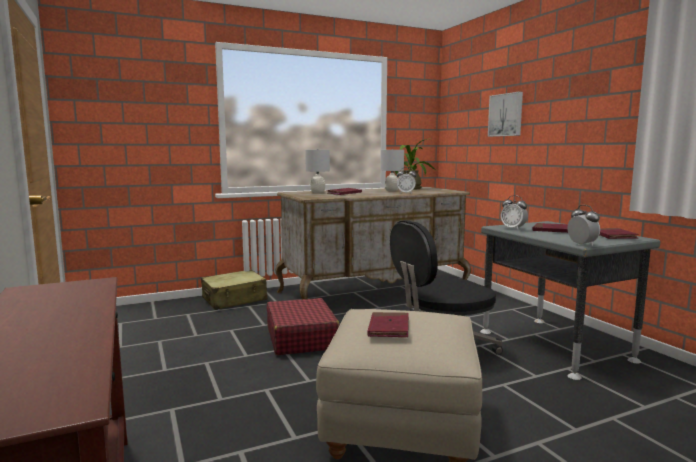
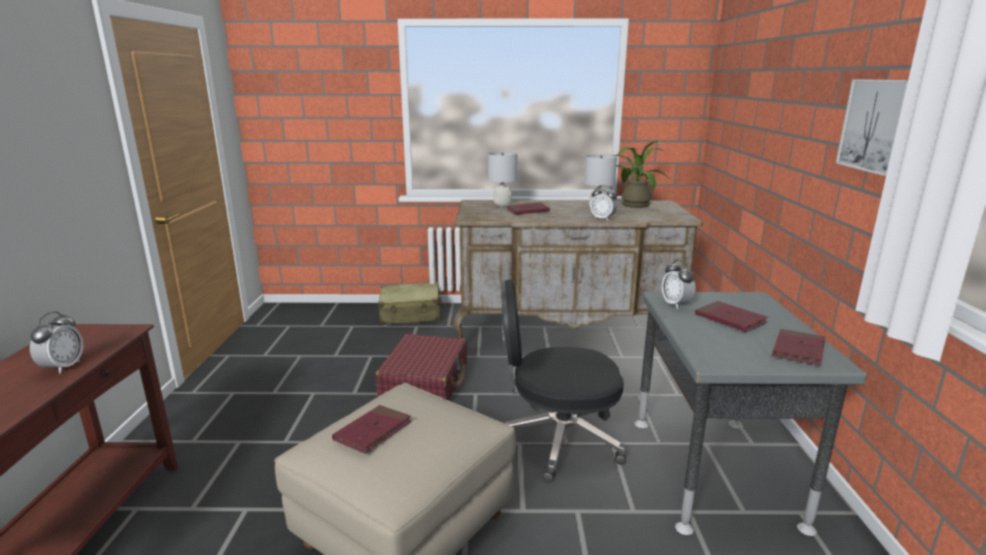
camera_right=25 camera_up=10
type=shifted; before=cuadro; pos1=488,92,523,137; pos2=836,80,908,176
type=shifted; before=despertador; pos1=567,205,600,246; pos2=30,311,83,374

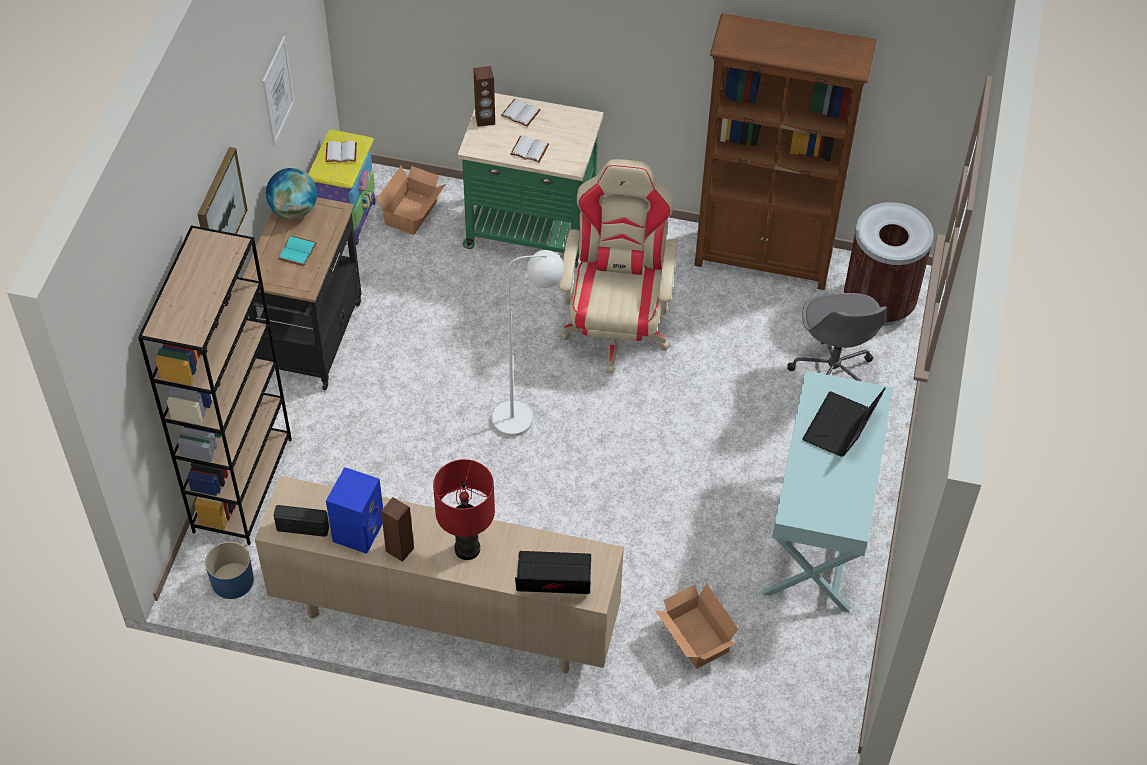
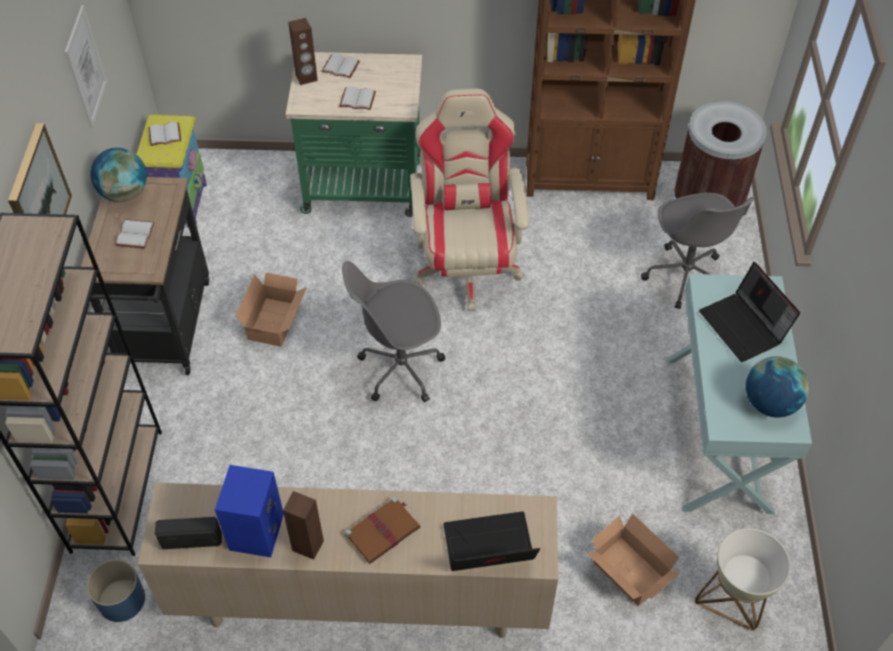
camera_right=-10 camera_up=0
type=repainted; before=libro/turquesa; after=libro/blanco; pos1=278,236,317,266; pos2=115,219,155,249
type=shifted; before=caja de cartón; pos1=377,166,446,235; pos2=236,273,307,347
type=swapped; before=lámpara de mesa/rojo; after=libro/marrón; pos1=433,459,495,560; pos2=345,497,420,564
type=swapped; before=lámpara de pie/blanco; after=silla de oficina/gris; pos1=492,250,564,437; pos2=342,261,446,402
type=rotated; before=portátil; pos1=802,388,886,457; pos2=699,262,800,362; turn=-45
type=new; after=maceta; pos2=695,528,791,631
type=new; after=globo terráqueo; pos2=746,356,809,417

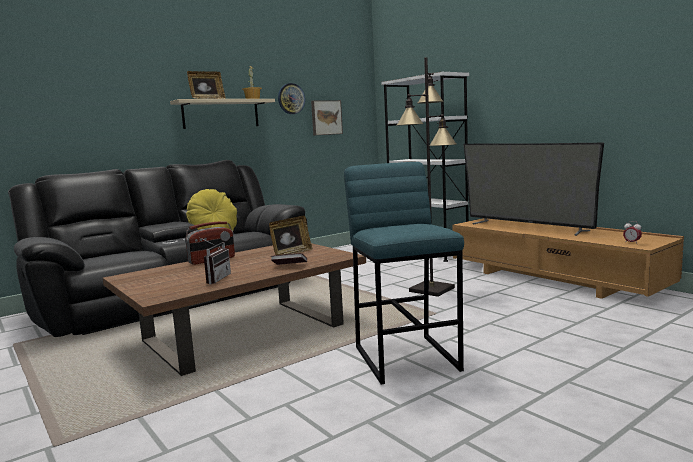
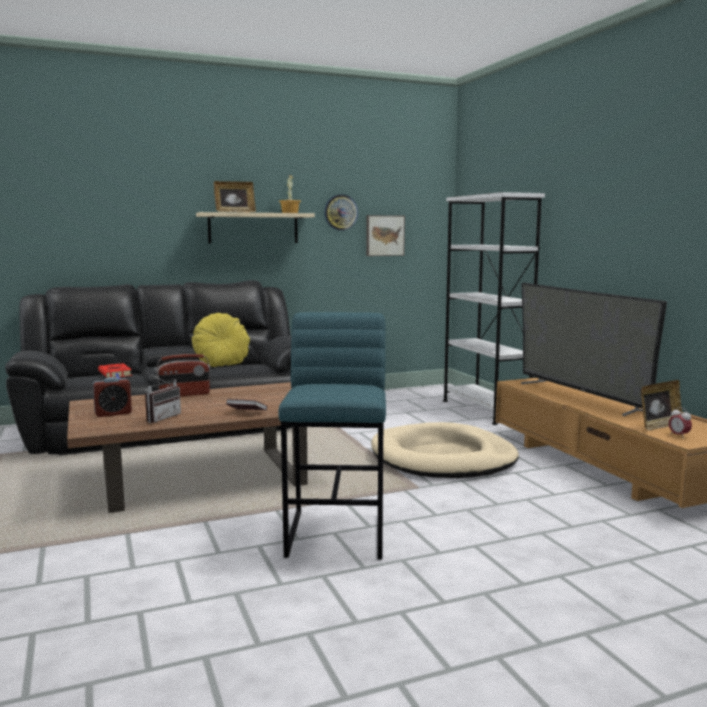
camera_right=15 camera_up=0
type=shifted; before=portarretratos; pos1=269,216,313,255; pos2=641,380,682,431
type=swapped; before=lámpara de pie/negro; after=cama para perro/beis; pos1=397,57,456,297; pos2=371,422,519,478
type=new; after=despertador; pos2=93,377,132,417
type=new; after=libro/rojo; pos2=98,363,132,379

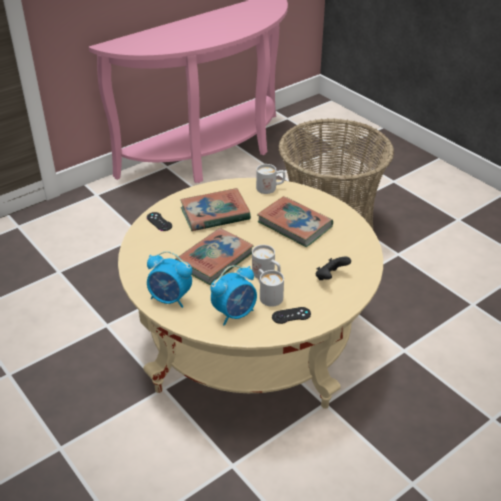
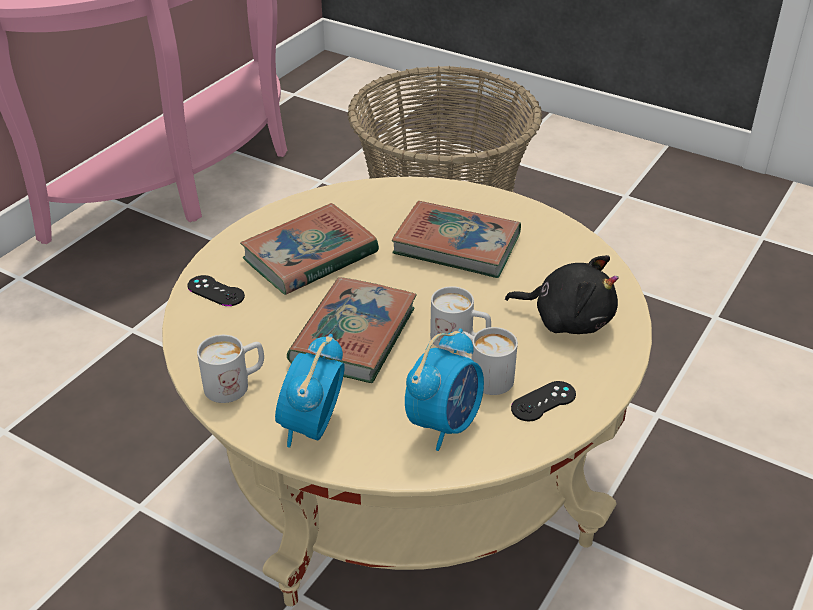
camera_right=-20 camera_up=0
type=rotated; before=despertador; pos1=147,251,192,308; pos2=275,334,345,447; turn=105
type=shifted; before=taza grande/blanco; pos1=256,164,285,194; pos2=197,335,264,403
type=swapped; before=mando de consola/negro; after=peluche/negro; pos1=316,257,351,280; pos2=505,255,619,334

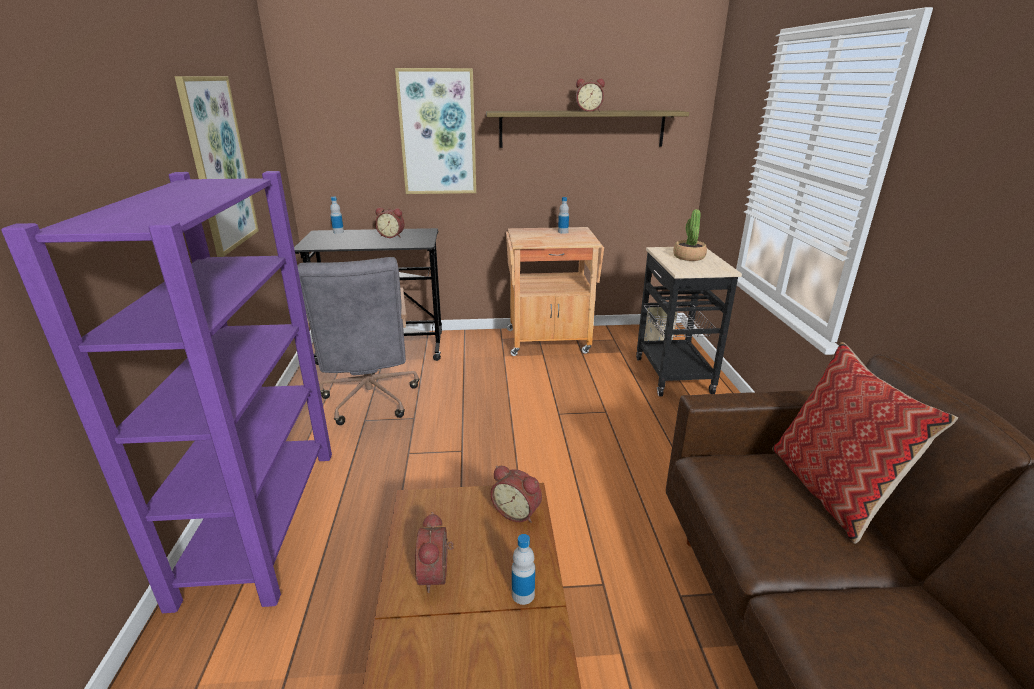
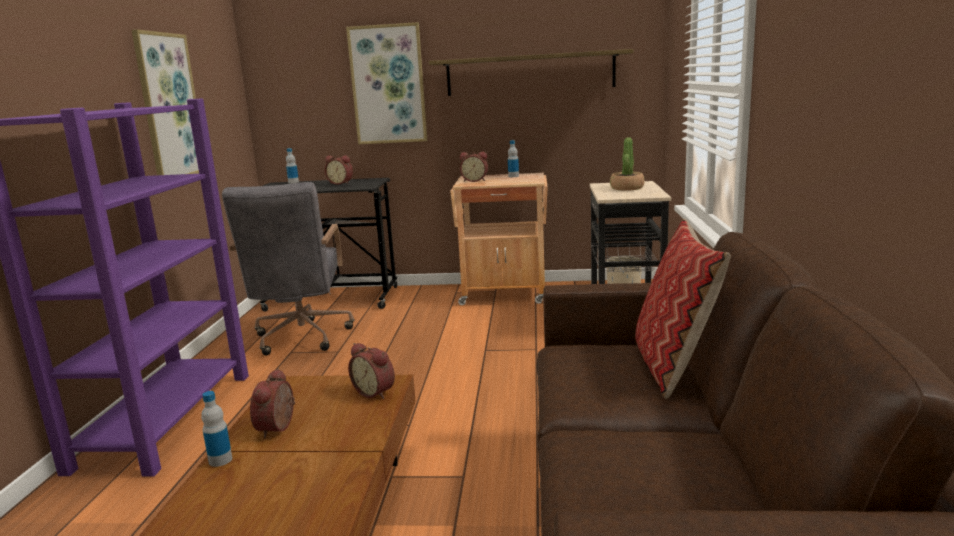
camera_right=10 camera_up=-10
type=shifted; before=botella; pos1=512,534,535,605; pos2=201,391,232,467
type=shifted; before=despertador; pos1=576,79,605,112; pos2=460,152,488,182

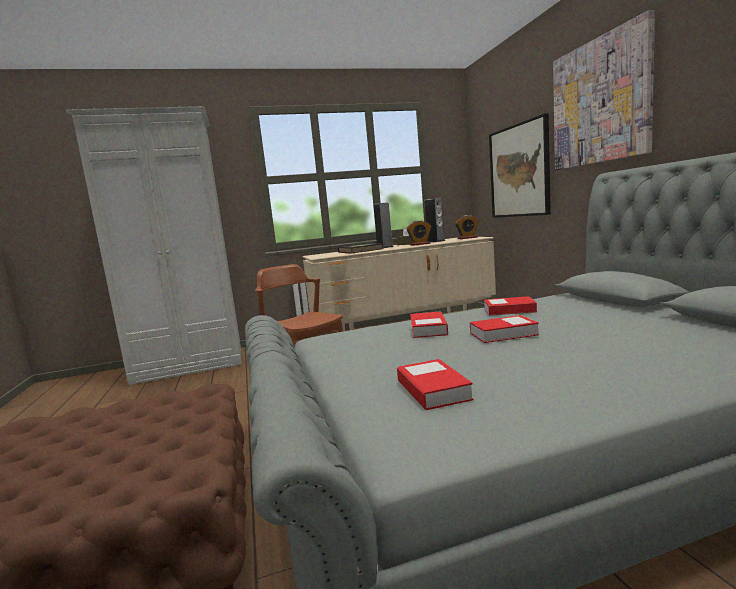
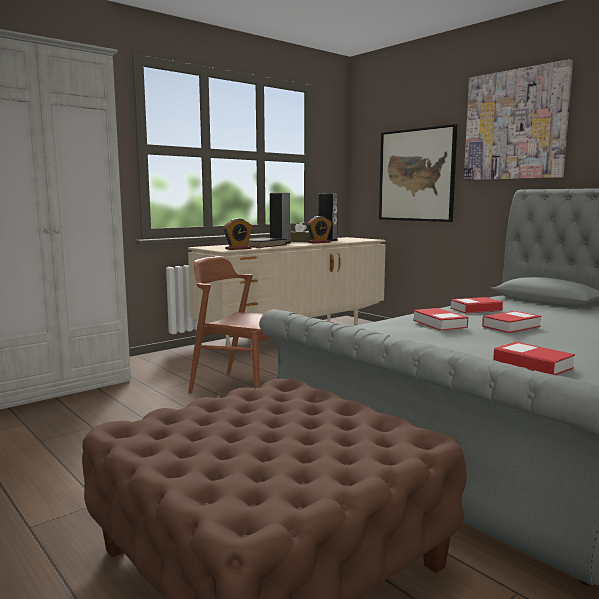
camera_right=-25 camera_up=0
type=shifted; before=despertador; pos1=455,215,479,239; pos2=223,218,253,250

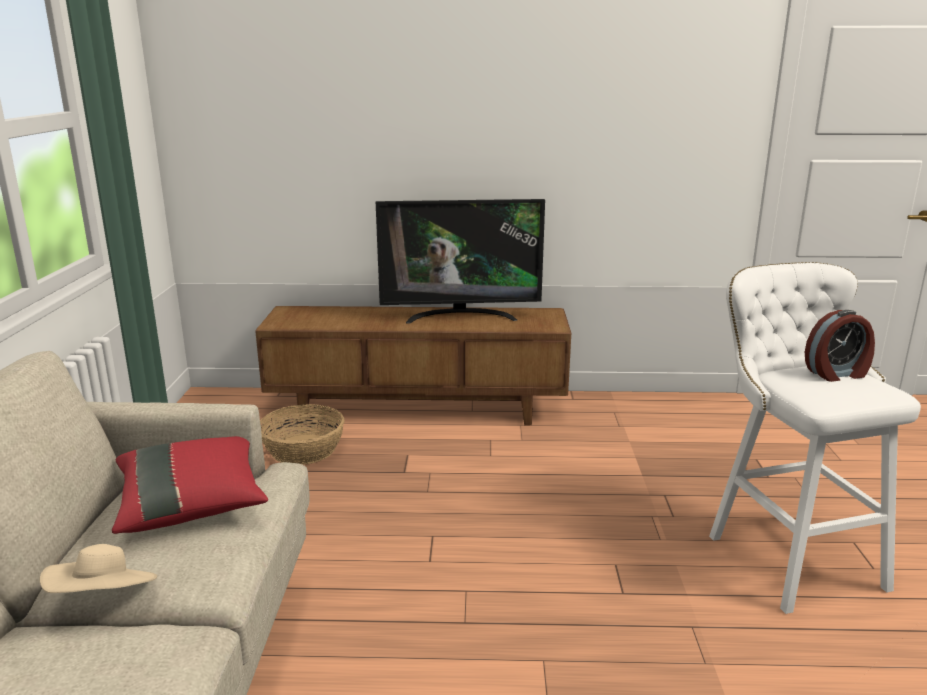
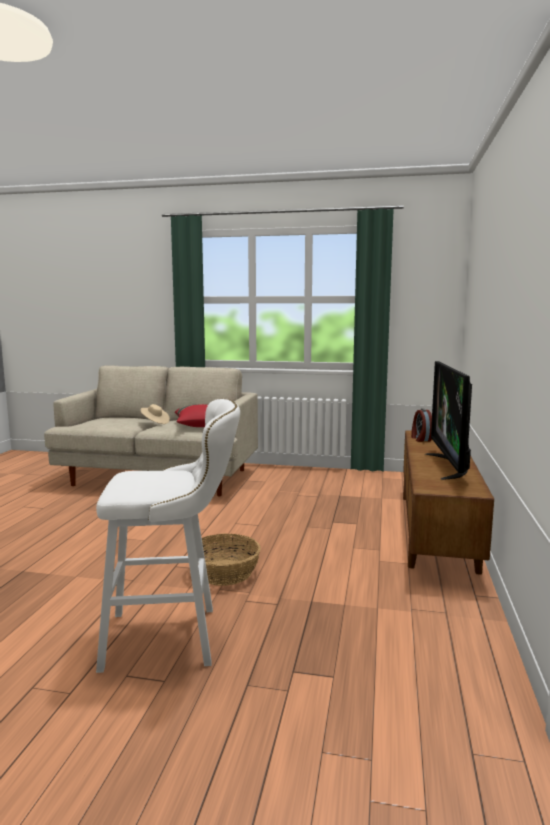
camera_right=100 camera_up=-10
type=shifted; before=cesta; pos1=260,404,344,465; pos2=202,533,261,586
type=shifted; before=despertador; pos1=805,310,875,382; pos2=411,409,432,442

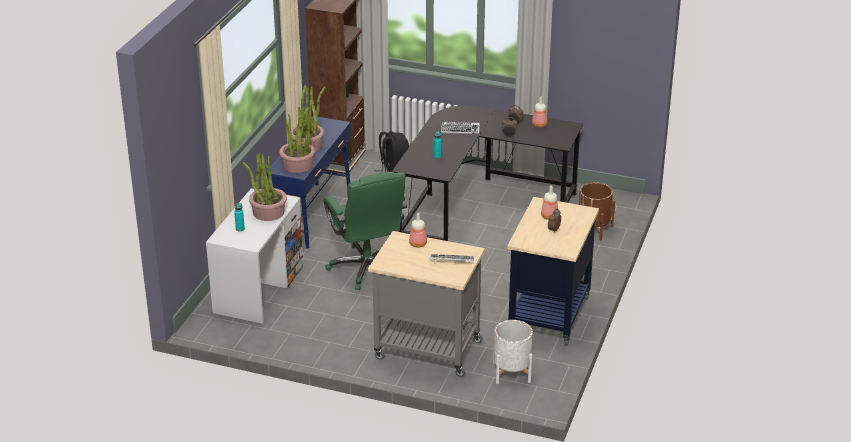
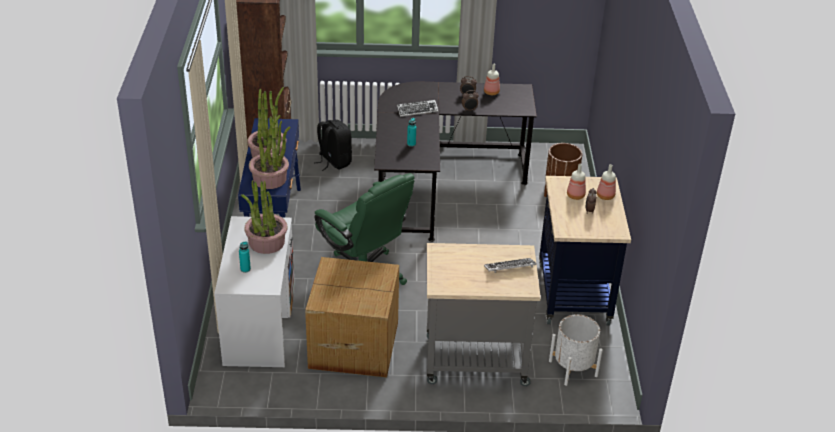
camera_right=-20 camera_up=5
type=shifted; before=botella; pos1=409,213,427,248; pos2=597,164,616,200
type=new; after=caja de cartón; pos2=305,257,399,377

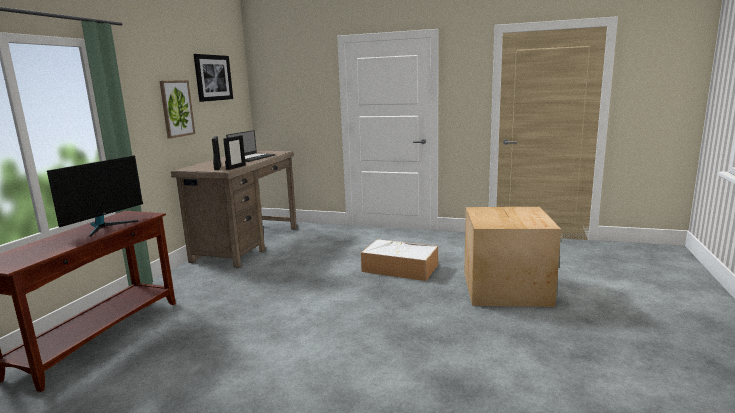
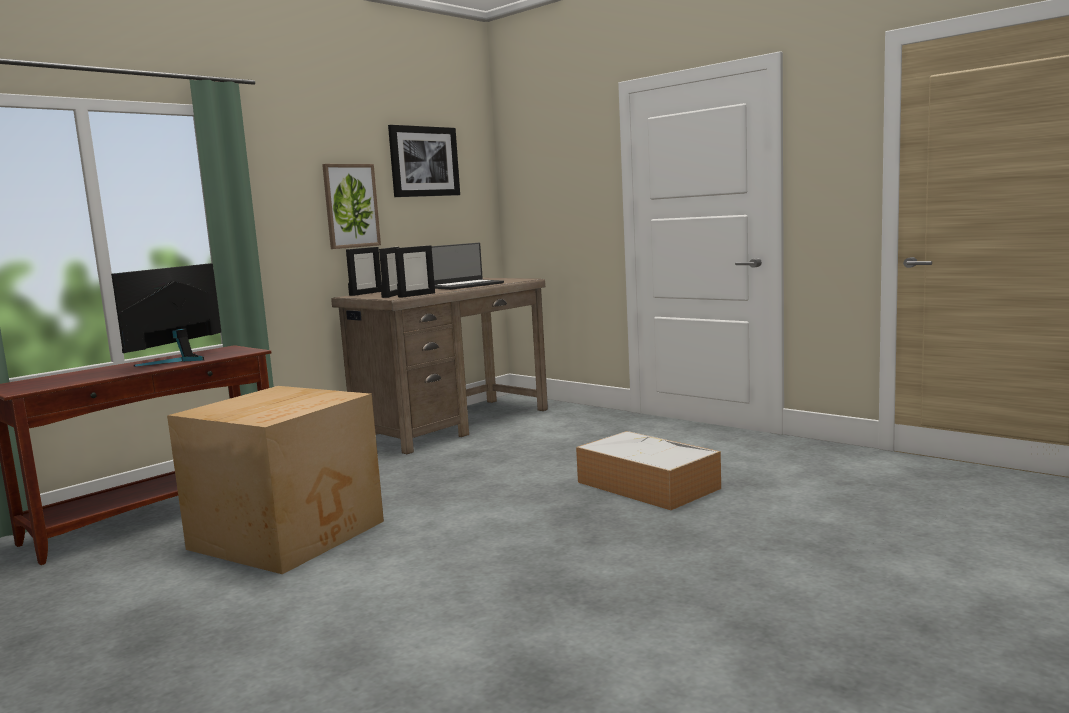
camera_right=25 camera_up=-5
type=rotated; before=monitor; pos1=47,155,143,236; pos2=111,263,221,367; turn=150
type=shifted; before=caja de cartón; pos1=464,207,561,307; pos2=167,386,384,574
type=new; after=portarretratos; pos2=346,247,382,296

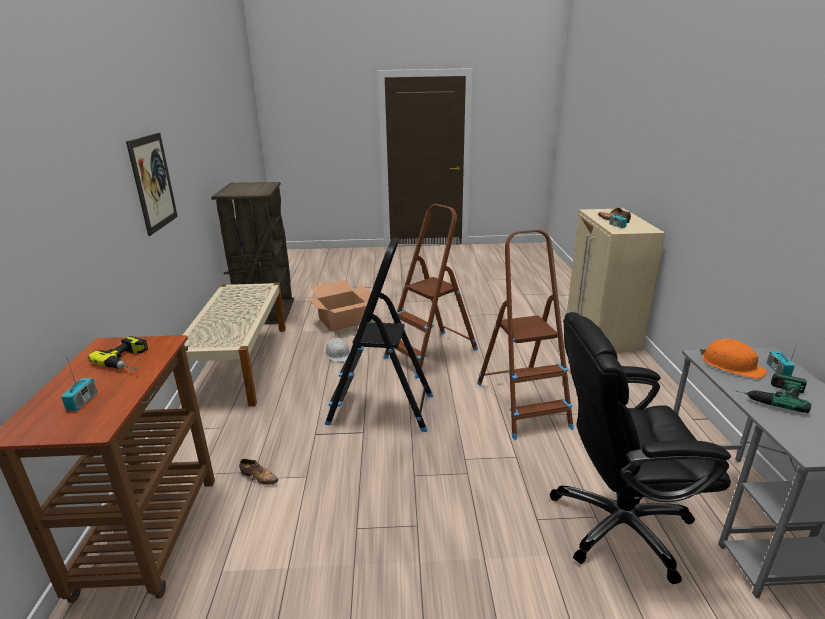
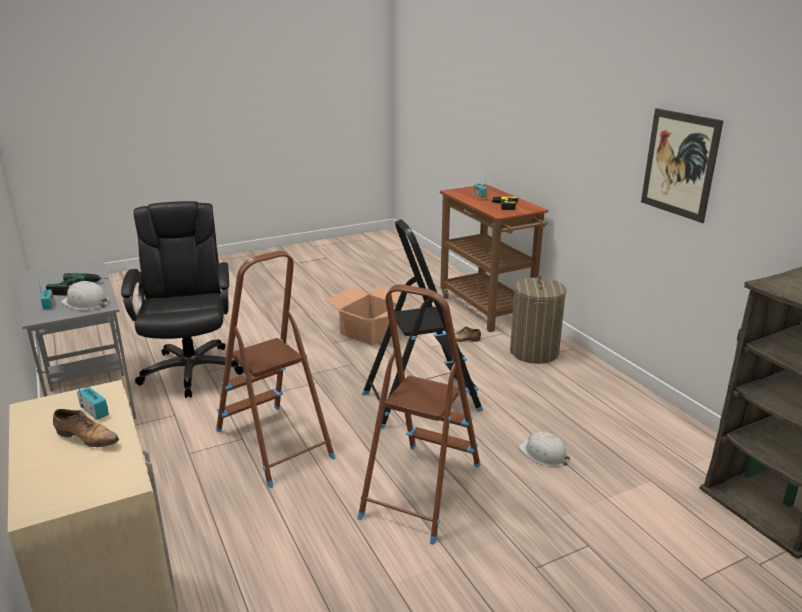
camera_right=155 camera_up=0
type=gone; before=banco/beis; pos1=173,283,286,409
type=shifted; before=caja de cartón; pos1=308,280,371,331; pos2=325,286,414,345
type=rotated; before=silla de oficina/negro; pos1=549,312,731,584; pos2=121,201,244,398; turn=-75
type=repainted; before=casco/naranja; after=casco/blanco; pos1=700,339,767,379; pos2=61,281,109,310
type=new; after=cesto de la ropa; pos2=510,276,566,364

